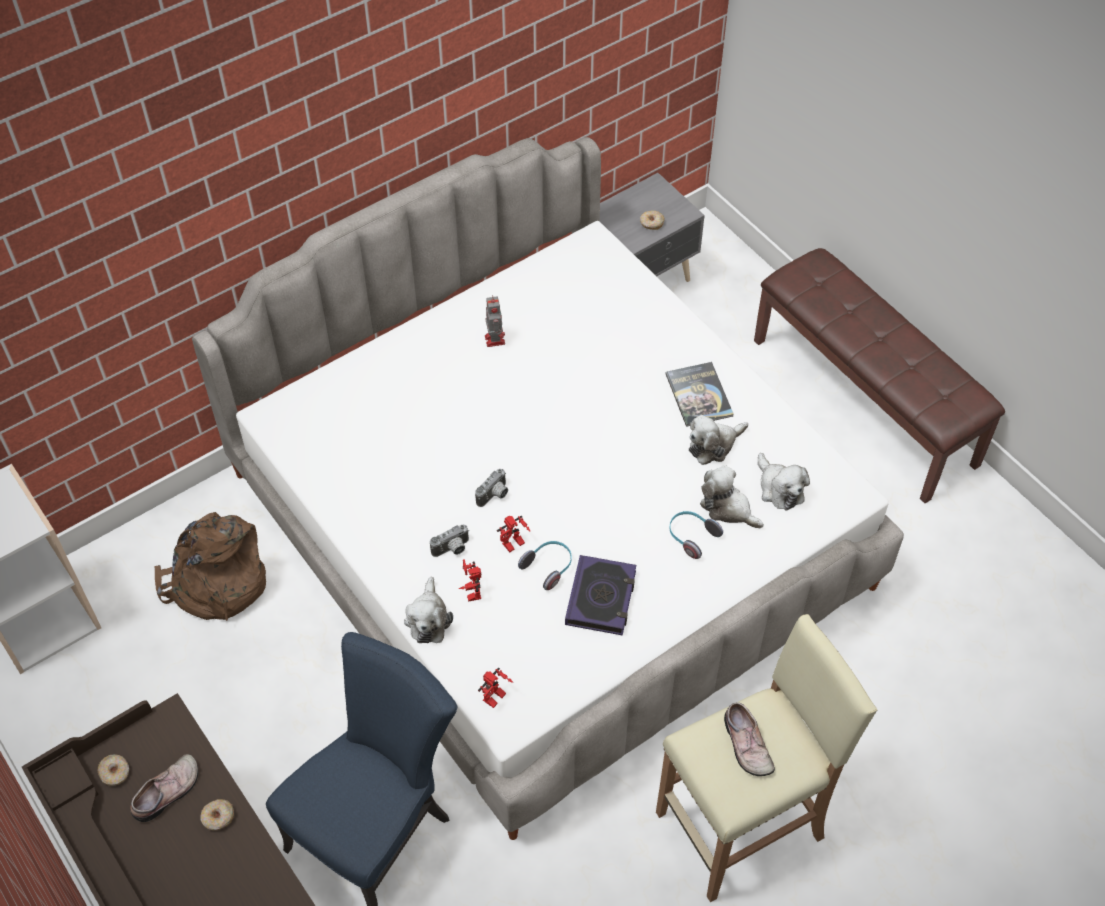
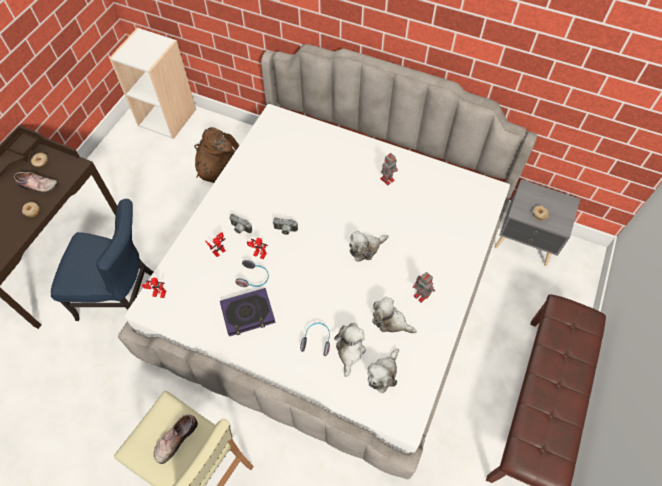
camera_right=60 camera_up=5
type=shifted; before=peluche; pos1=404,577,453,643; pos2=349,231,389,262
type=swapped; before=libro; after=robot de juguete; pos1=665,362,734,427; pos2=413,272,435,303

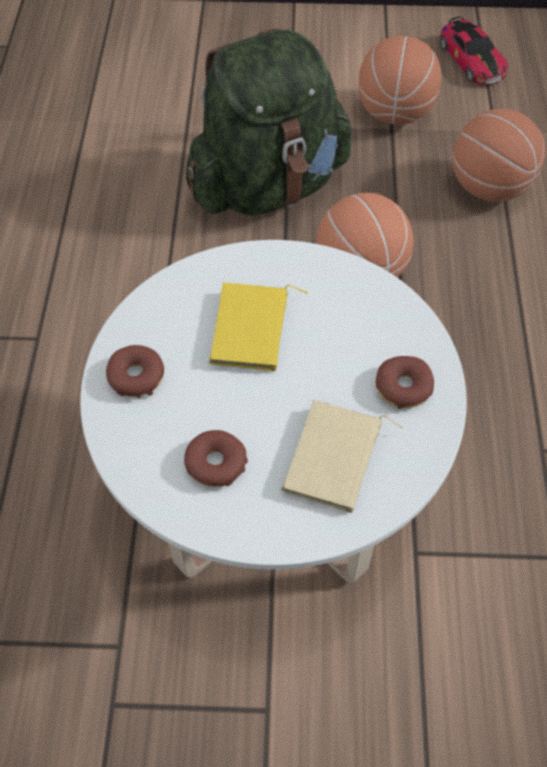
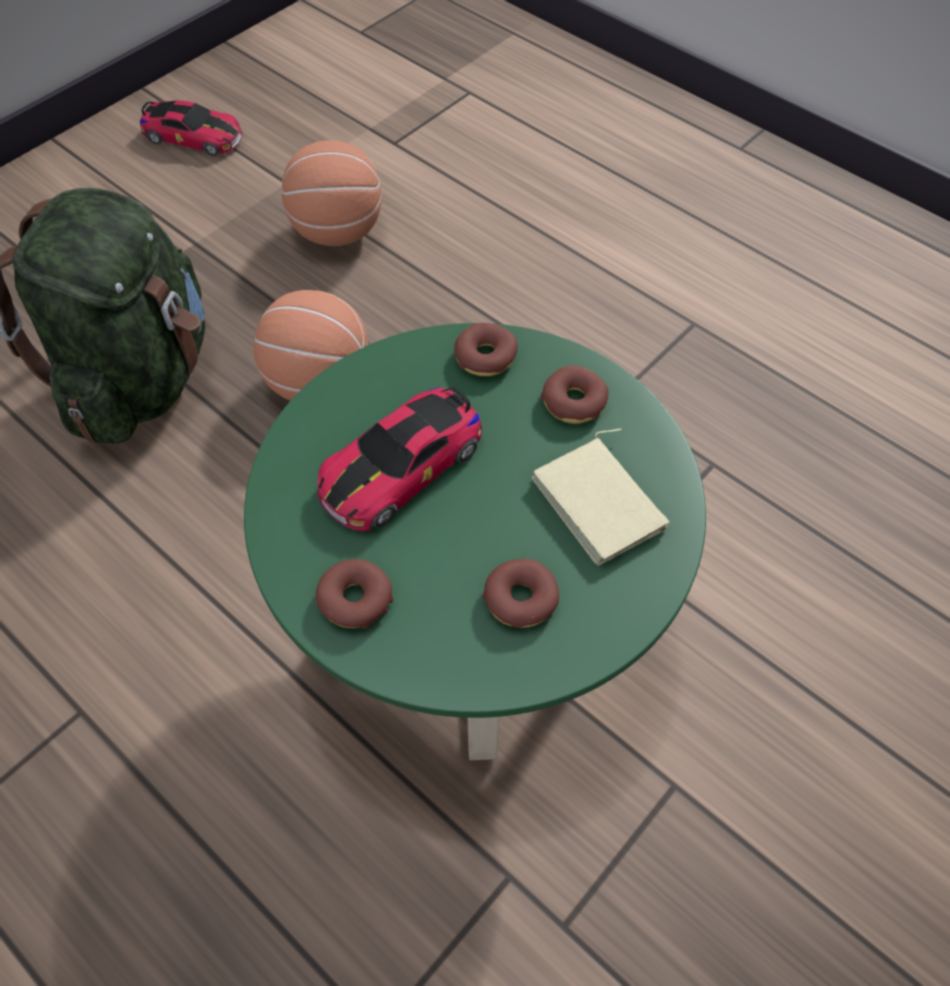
camera_right=-50 camera_up=0
type=repainted; before=mesa de centro/blanco; after=mesa de centro/verde; pos1=80,240,467,584; pos2=244,323,706,760
type=swapped; before=libro/amarillo; after=coche de juguete; pos1=209,283,308,371; pos2=317,387,482,531
type=gone; before=balón de baloncesto; pos1=358,36,441,125
type=new; after=rosquilla; pos2=454,323,518,376

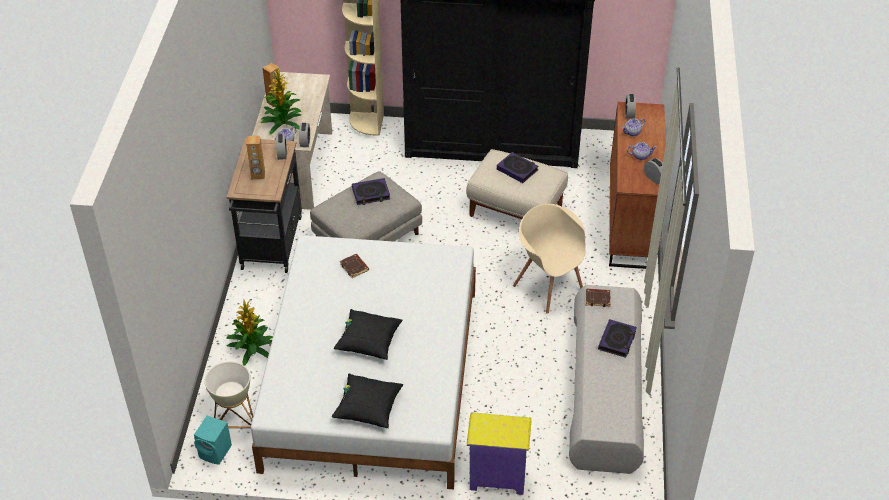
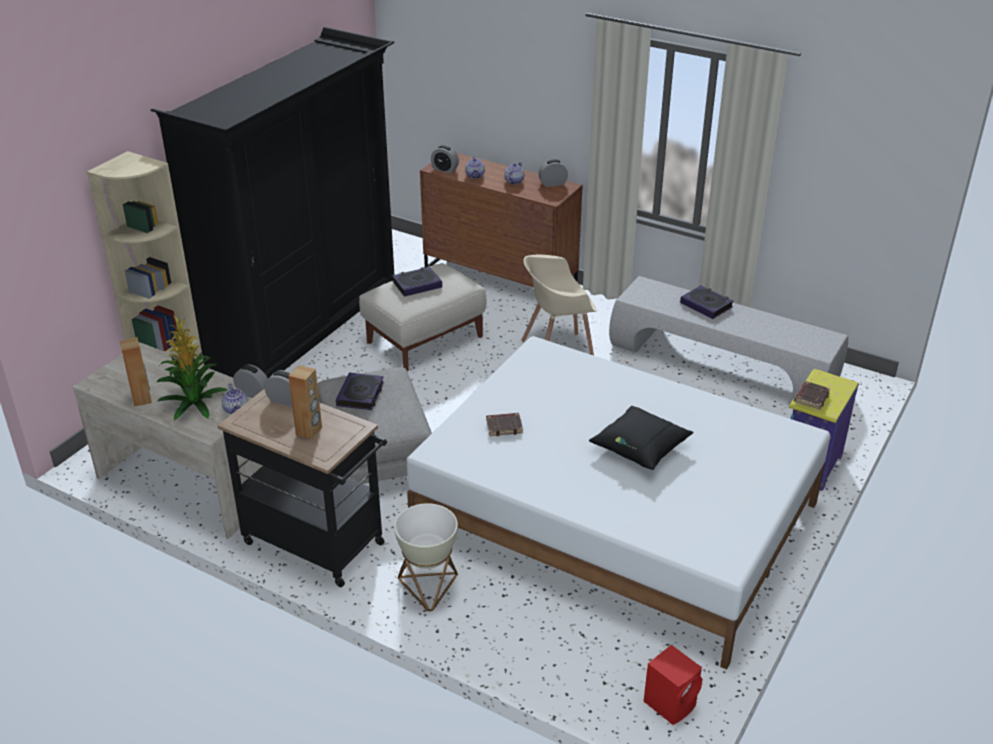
camera_right=-65 camera_up=-10
type=repainted; before=altavoz/turquesa; after=altavoz/rojo; pos1=194,416,232,465; pos2=643,645,703,725
type=shifted; before=maceta; pos1=205,362,253,428; pos2=394,503,458,611
type=gone; before=planta en maceta; pos1=226,300,273,366
type=gone; before=cojín/negro; pos1=332,373,403,428
type=shifted; before=libro/marrón; pos1=586,289,611,307; pos2=794,381,831,410

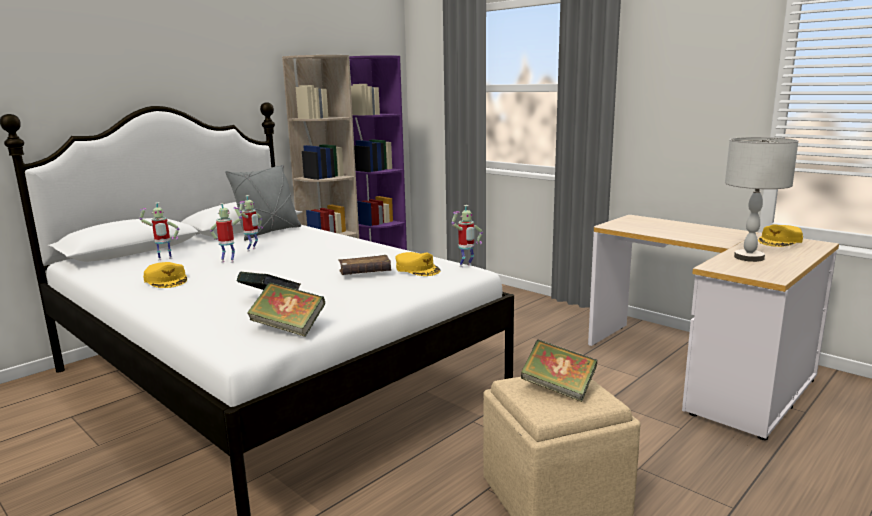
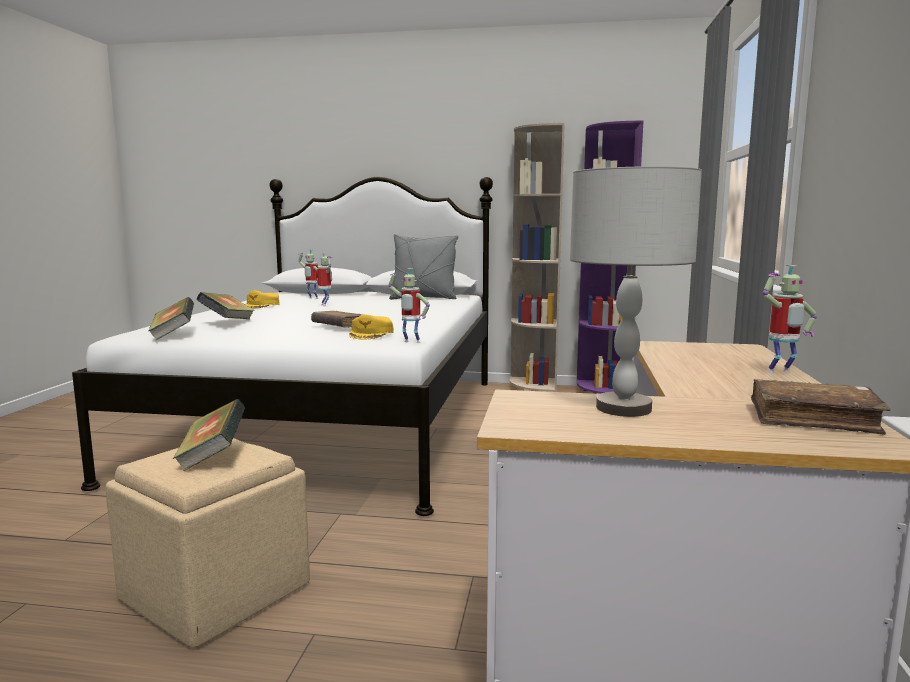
camera_right=55 camera_up=-5
type=shifted; before=robot de juguete; pos1=239,195,263,252; pos2=763,265,817,373
type=swapped; before=gorra/amarillo; after=libro/marrón; pos1=758,224,803,247; pos2=751,379,891,435

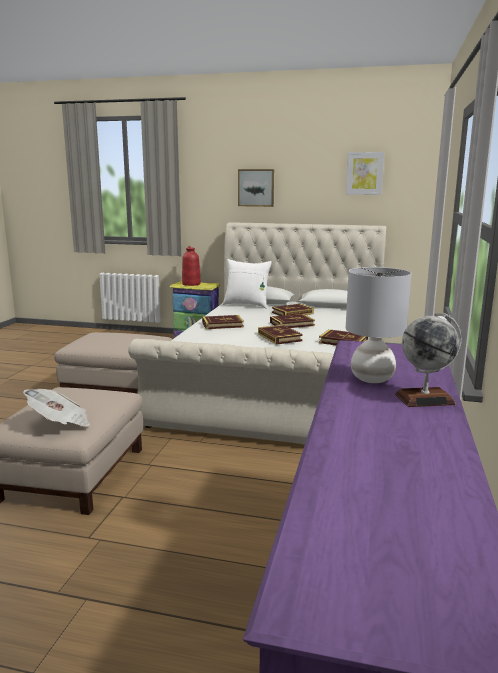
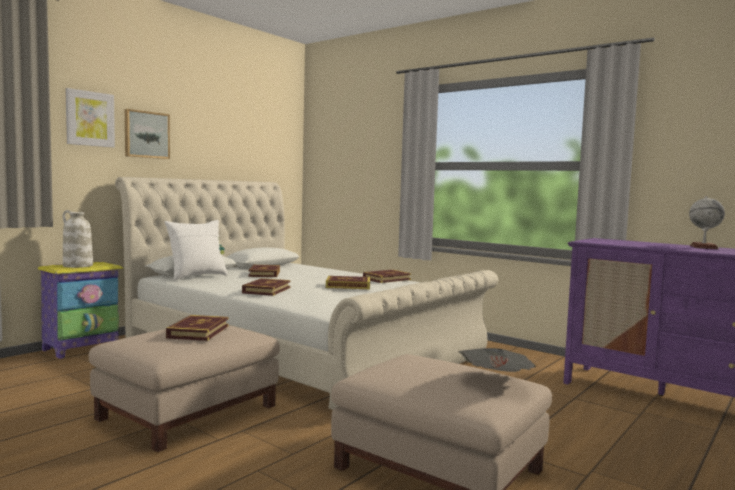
camera_right=-65 camera_up=-10
type=repainted; before=florero/rojo; after=florero/blanco; pos1=182,246,200,286; pos2=63,210,93,268
type=shifted; before=libro; pos1=270,314,315,328; pos2=166,315,229,341
type=shifted; before=cuadro; pos1=346,152,384,195; pos2=66,88,115,147
type=gone; before=lámpara de mesa/gris; pos1=346,267,412,383

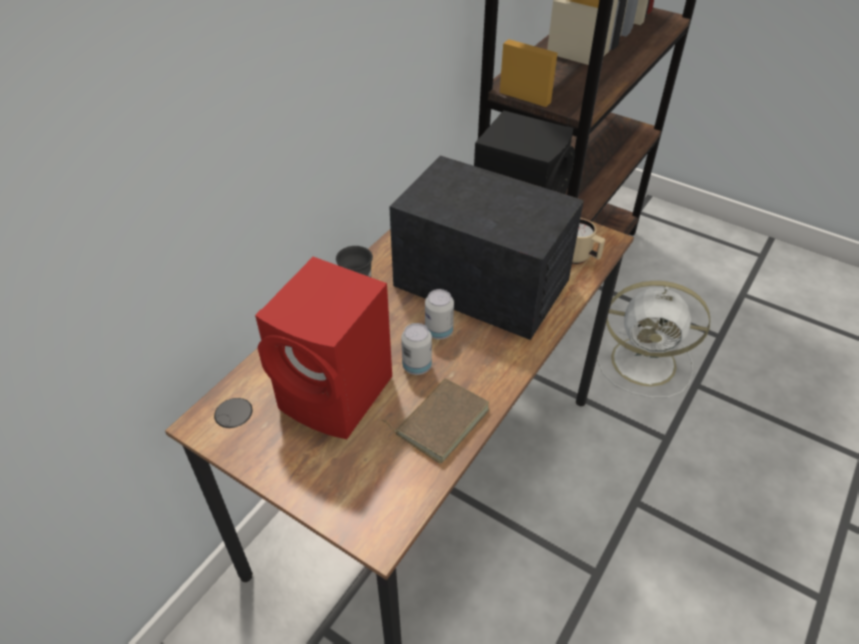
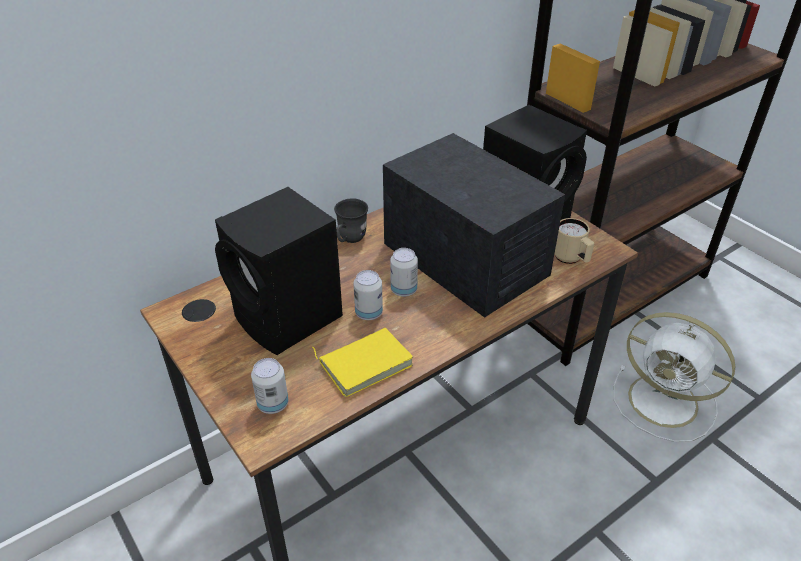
camera_right=20 camera_up=-5
type=repainted; before=altavoz/rojo; after=altavoz/negro; pos1=255,257,392,439; pos2=215,187,343,355
type=repainted; before=libro/marrón; after=libro/amarillo; pos1=381,378,489,464; pos2=312,328,413,397
type=new; after=lata; pos2=251,358,288,414

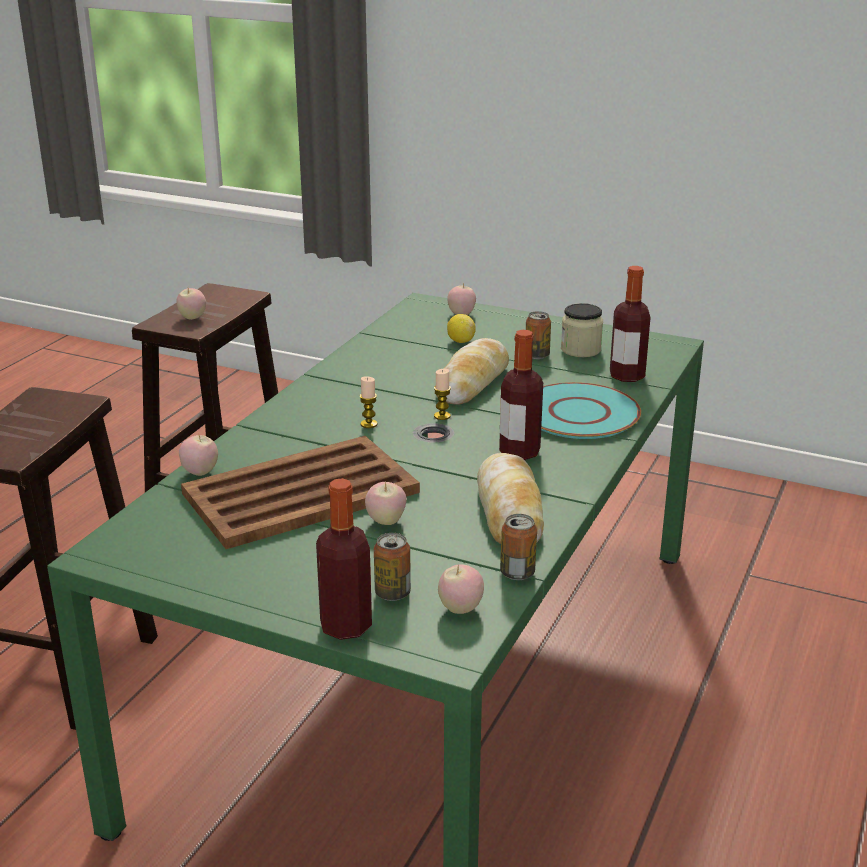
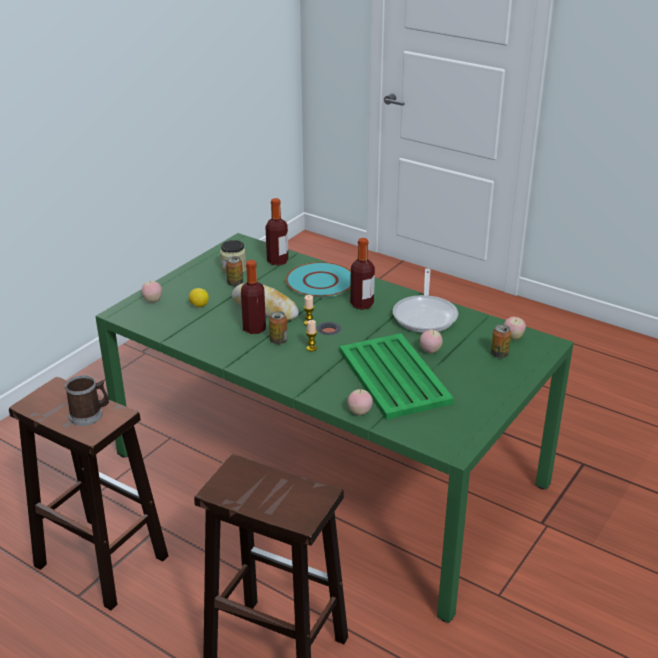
camera_right=-80 camera_up=5
type=swapped; before=manzana; after=taza grande; pos1=176,288,206,320; pos2=65,375,109,426
type=repainted; before=bandeja/marrón; after=bandeja/verde; pos1=181,436,420,549; pos2=339,333,454,420
type=shifted; before=botella; pos1=316,478,372,640; pos2=241,260,266,334
type=swapped; before=pan; after=sartén; pos1=477,453,544,544; pos2=393,269,458,333
type=shifted; before=lata; pos1=500,514,537,580; pos2=269,311,287,344

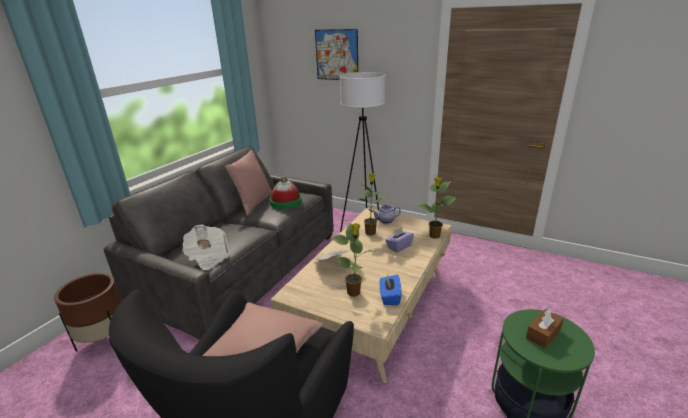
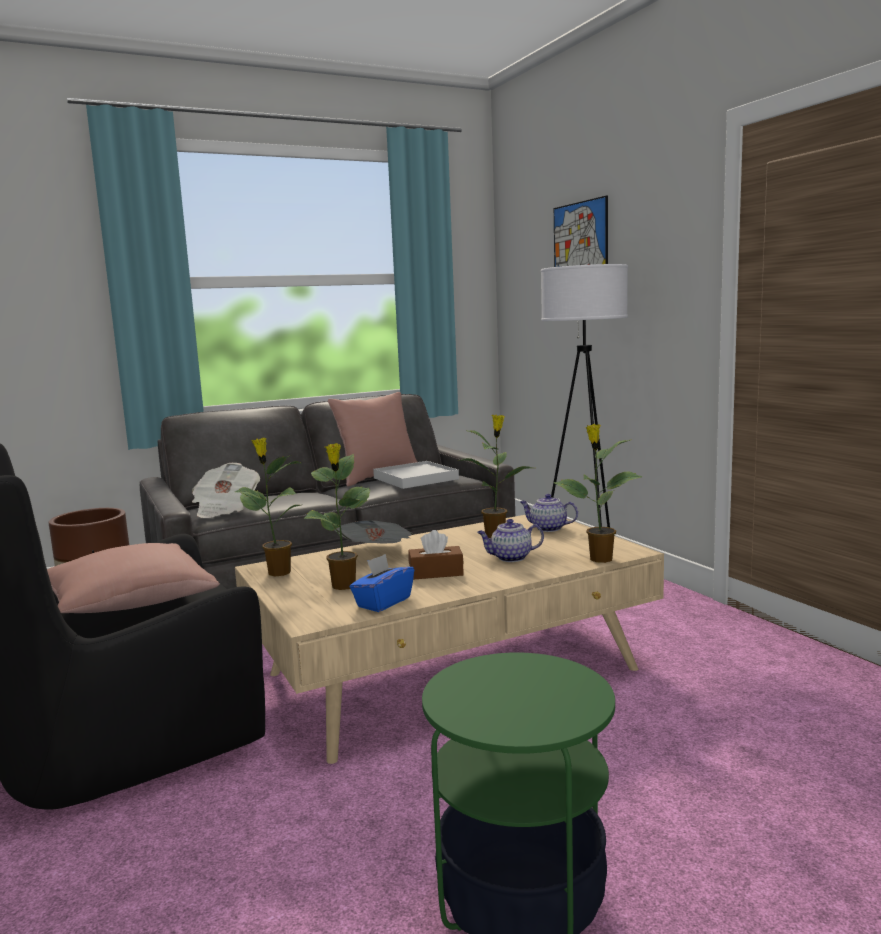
camera_right=35 camera_up=-15
type=swapped; before=sombrero; after=bandeja/blanco; pos1=270,176,302,209; pos2=373,461,459,489
type=swapped; before=caja de pañuelos/morado; after=tetera; pos1=385,227,414,252; pos2=477,519,544,562
type=shifted; before=caja de pañuelos/marrón; pos1=526,308,564,349; pos2=409,530,464,580
type=new; after=planta en maceta; pos2=235,438,302,576

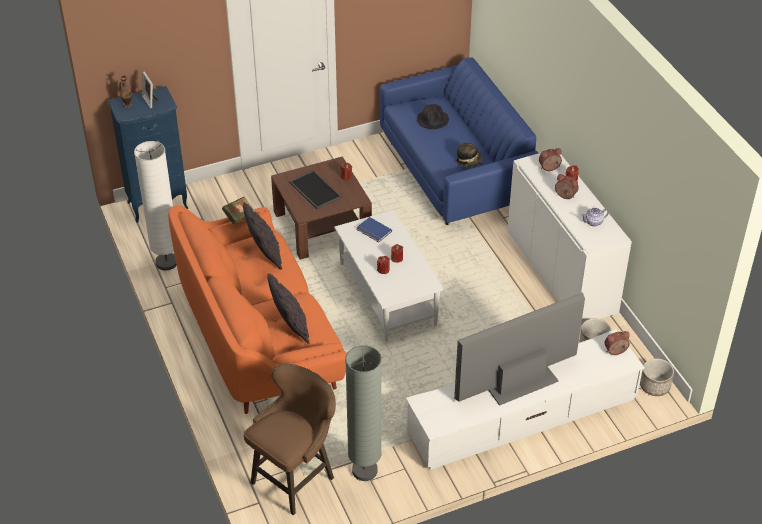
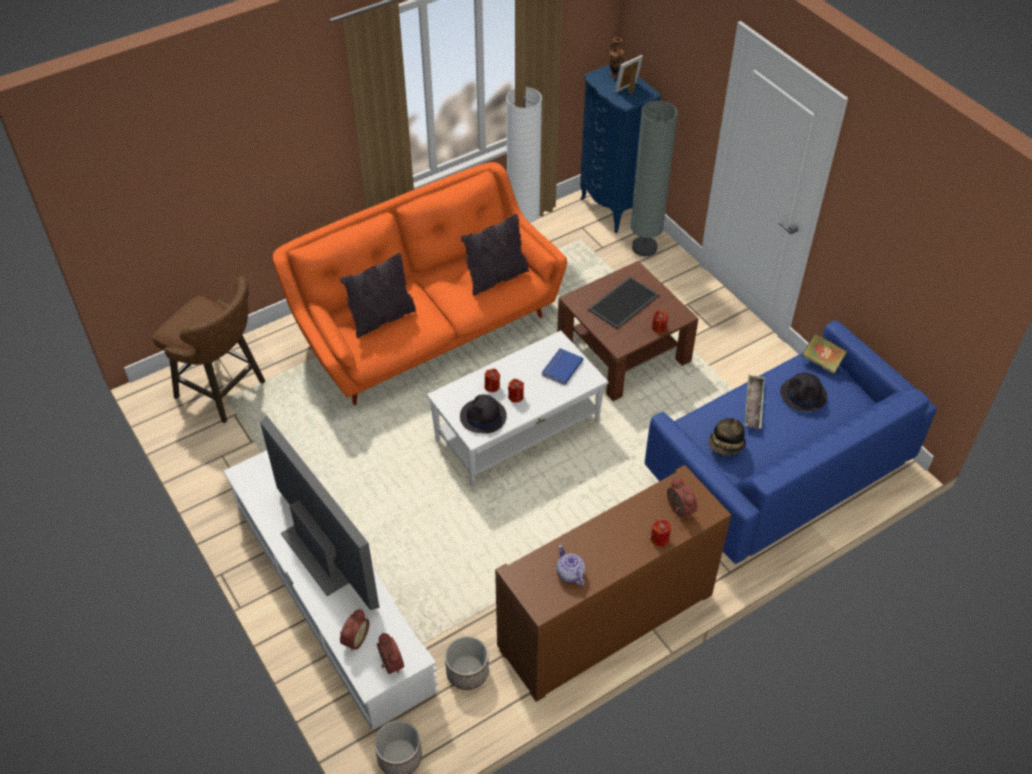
camera_right=80 camera_up=5
type=shifted; before=libro; pos1=222,197,256,224; pos2=801,333,848,374
type=shifted; before=lámpara de pie/gris; pos1=345,345,382,481; pos2=630,101,678,256
type=repainted; before=armario/blanco; after=armario/marrón; pos1=507,153,632,327; pos2=495,465,731,702
type=shifted; before=despertador; pos1=555,174,579,199; pos2=340,609,369,651
type=new; after=sombrero/negro; pos2=460,394,507,433
type=new; after=bandeja; pos2=745,375,765,429

